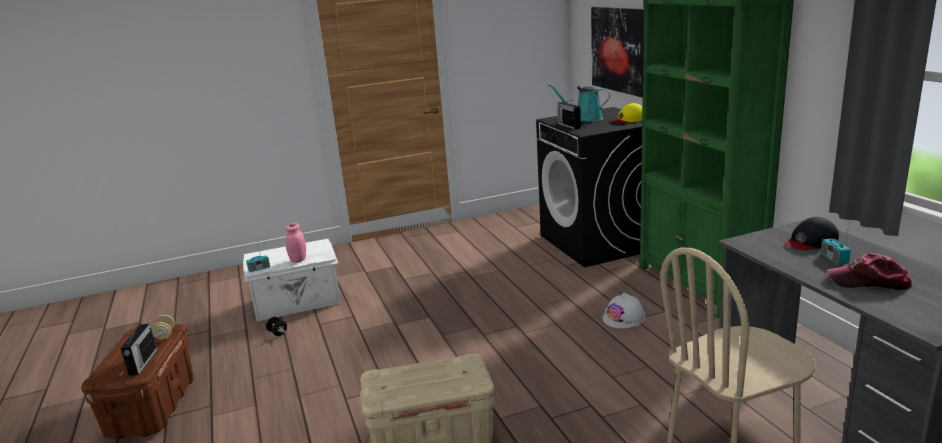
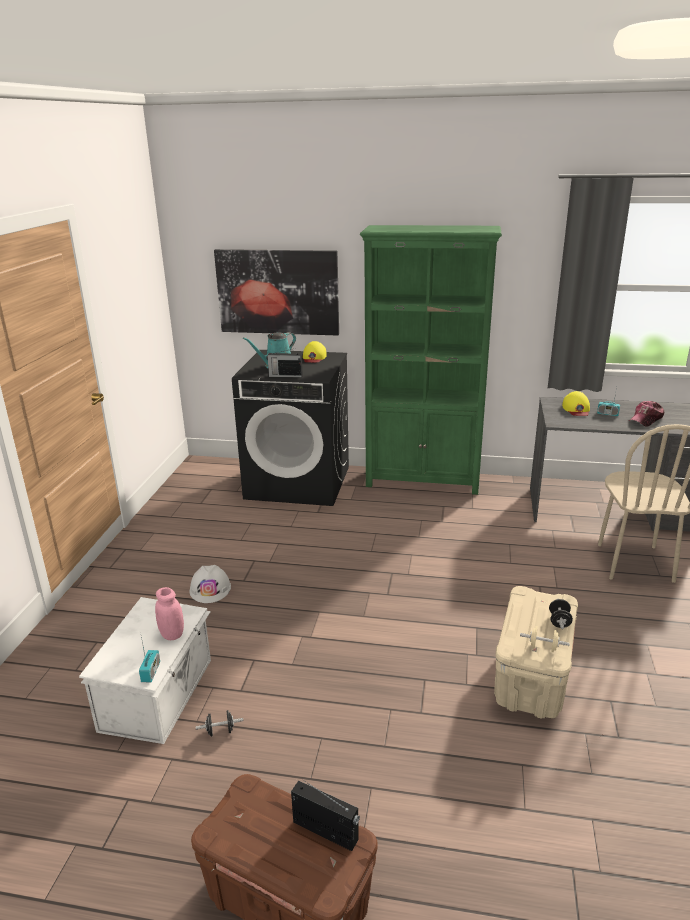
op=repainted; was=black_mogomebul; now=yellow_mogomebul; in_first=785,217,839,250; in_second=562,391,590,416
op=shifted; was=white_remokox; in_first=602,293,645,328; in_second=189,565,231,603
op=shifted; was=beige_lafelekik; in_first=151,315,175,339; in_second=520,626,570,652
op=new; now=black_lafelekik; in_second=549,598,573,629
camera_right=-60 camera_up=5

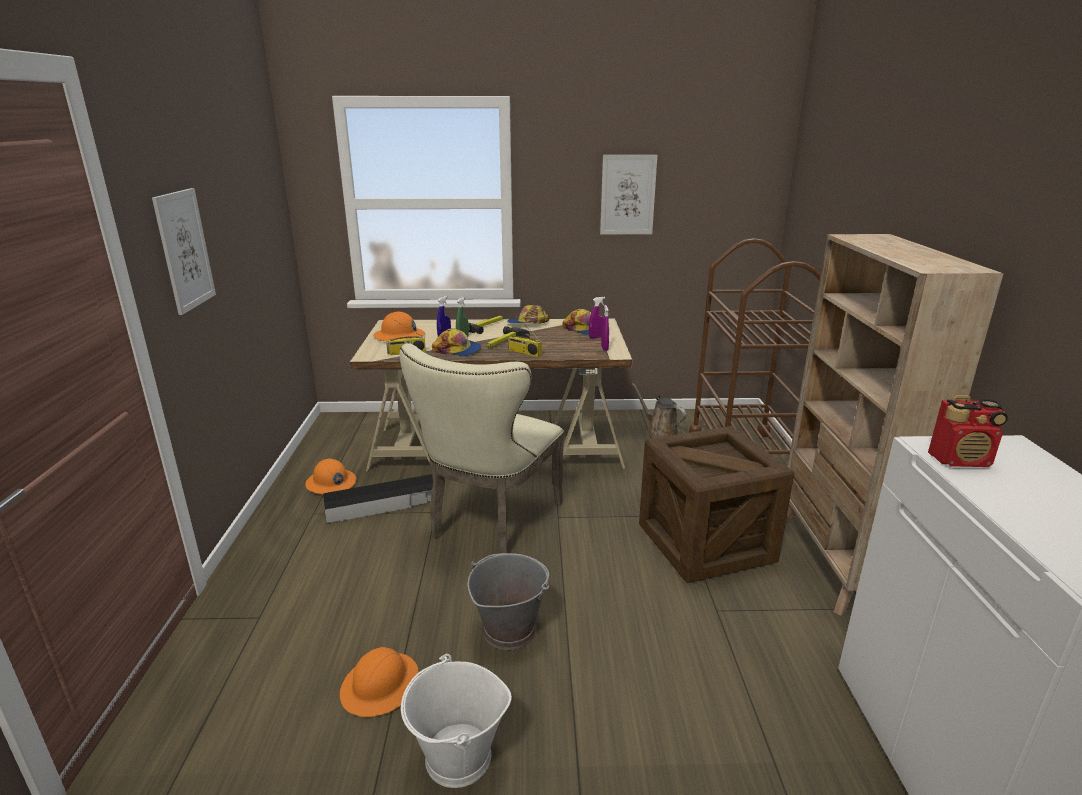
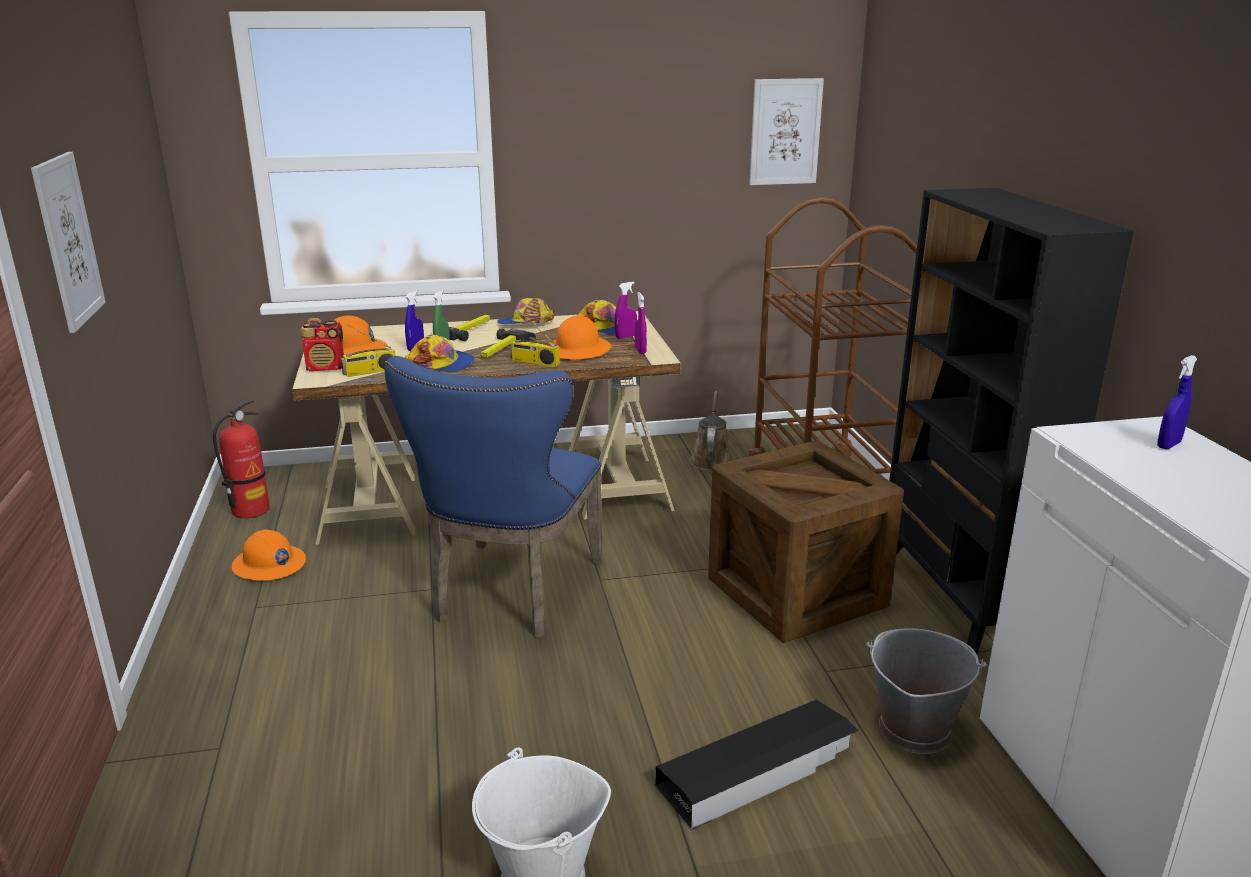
op=shifted; was=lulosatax; in_first=600,155,658,235; in_second=749,78,824,185
op=repainted; was=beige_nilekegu; now=black_nilekegu; in_first=785,234,1004,616; in_second=889,188,1134,654
op=repainted; was=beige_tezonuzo; now=blue_tezonuzo; in_first=400,343,564,554; in_second=385,356,602,638
op=rotated; was=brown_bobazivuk; in_first=632,383,687,438; in_second=690,391,731,471; clockwise=60
op=shifted; was=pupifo; in_first=928,395,1008,467; in_second=300,318,344,371
op=shifted; was=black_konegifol; in_first=323,474,433,524; in_second=655,700,858,830
op=shifted; was=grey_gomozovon; in_first=468,553,549,650; in_second=866,628,987,754
op=shifted; was=orange_remokox; in_first=340,647,419,717; in_second=548,315,611,360
op=new; now=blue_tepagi; in_second=1157,355,1197,449
op=new; now=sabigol; in_second=213,399,270,518
camera_right=-10 camera_up=0

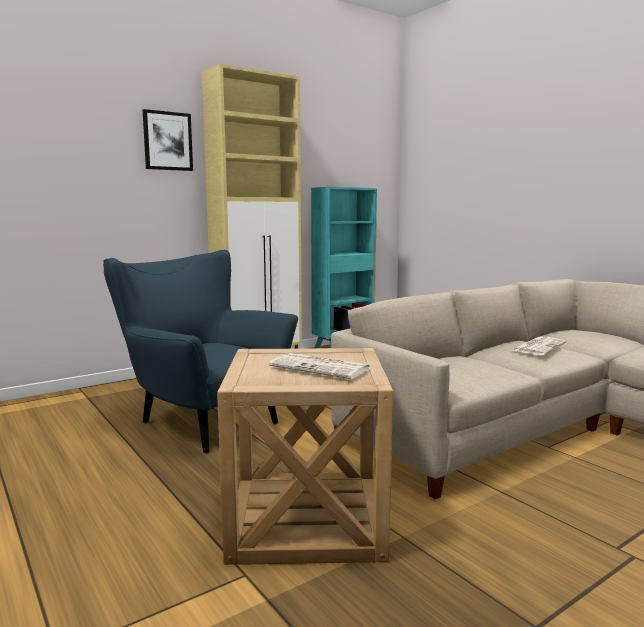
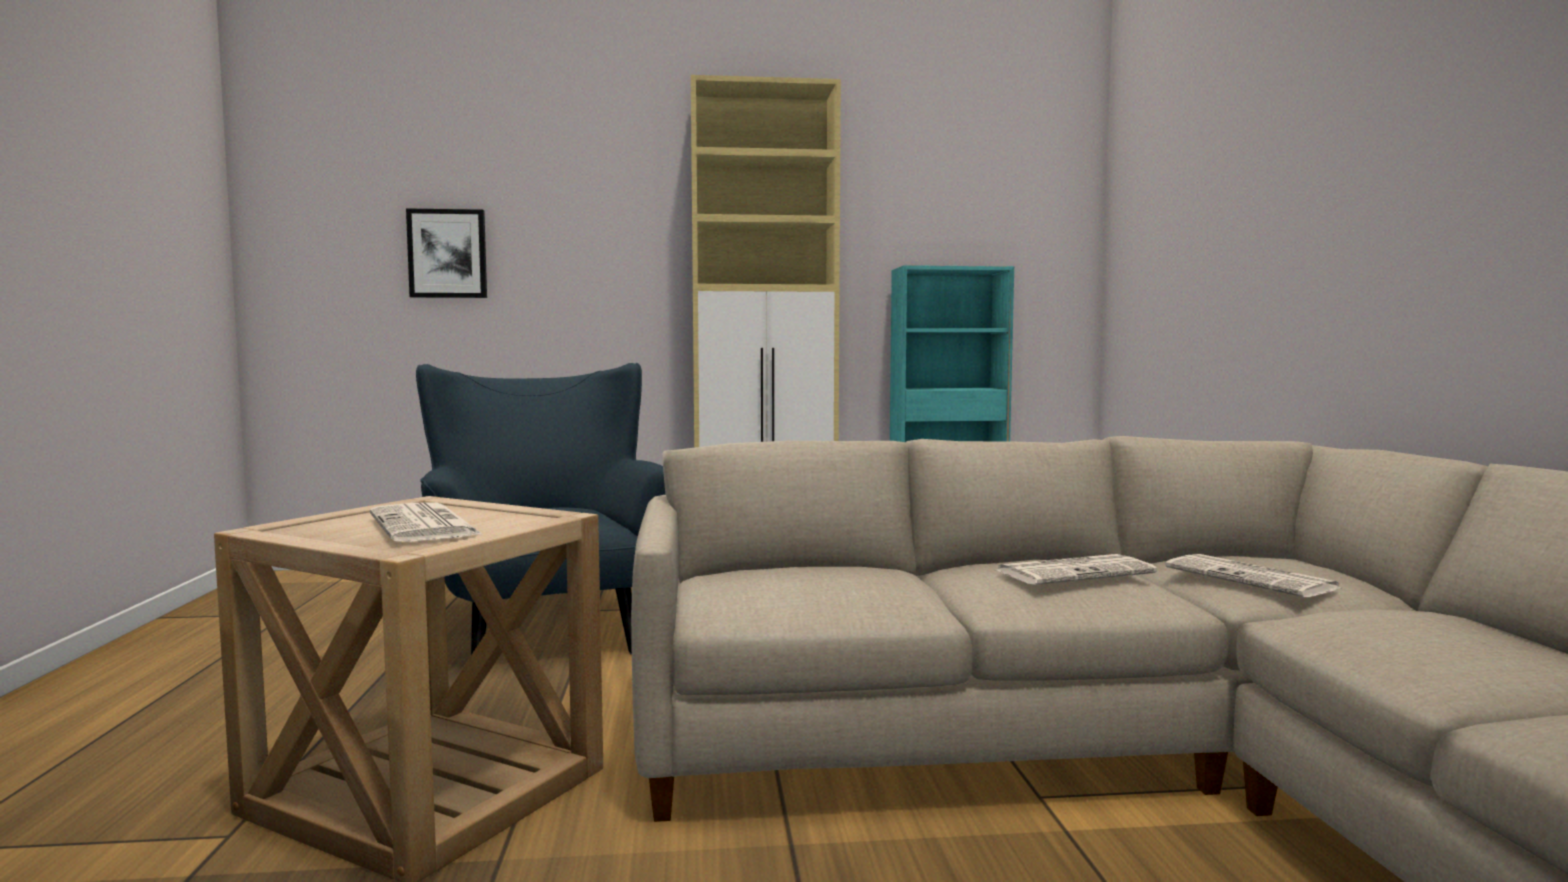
op=shifted; was=lulosatax; in_first=143,109,193,171; in_second=406,208,487,298
op=new; now=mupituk; in_second=1165,554,1340,597
camera_right=30 camera_up=-5

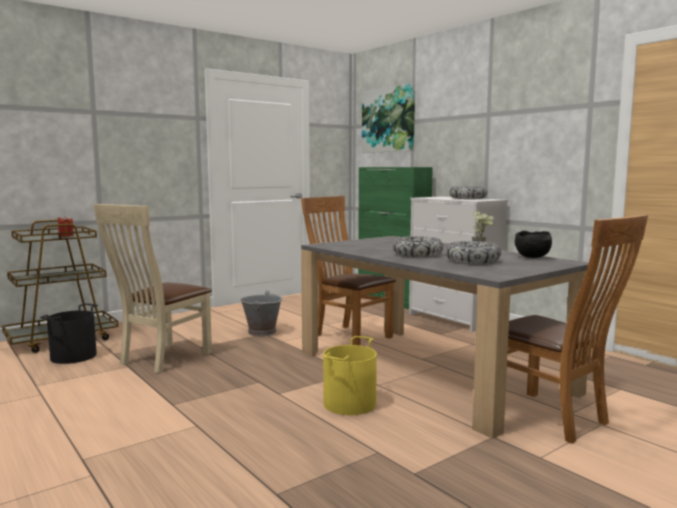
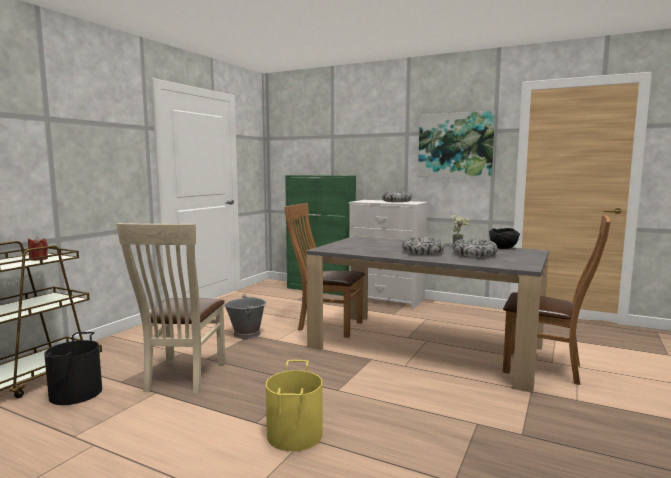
op=shifted; was=lulosatax; in_first=362,83,415,153; in_second=418,111,495,178
op=shifted; was=yellow_gomozovon; in_first=323,336,377,415; in_second=266,360,323,451
camera_right=-25 camera_up=0

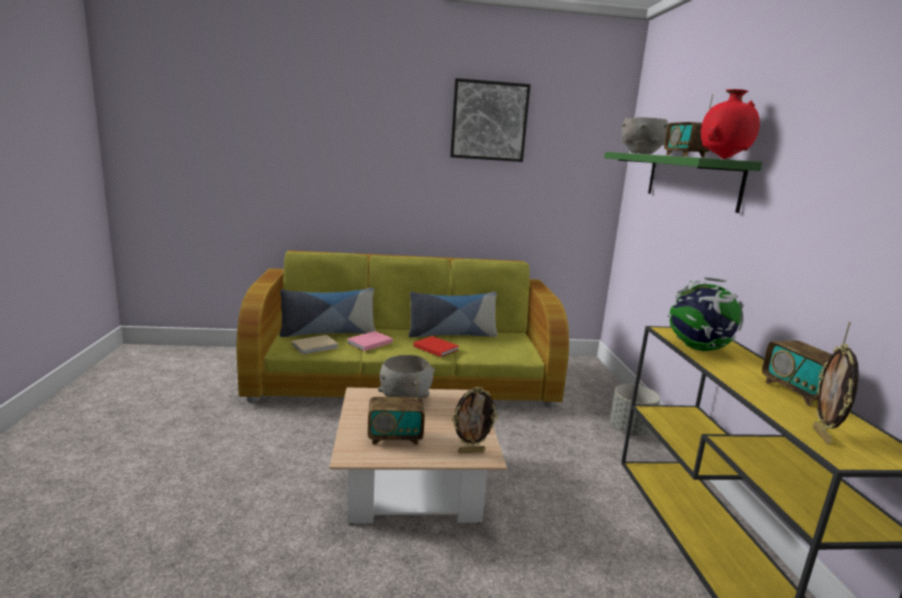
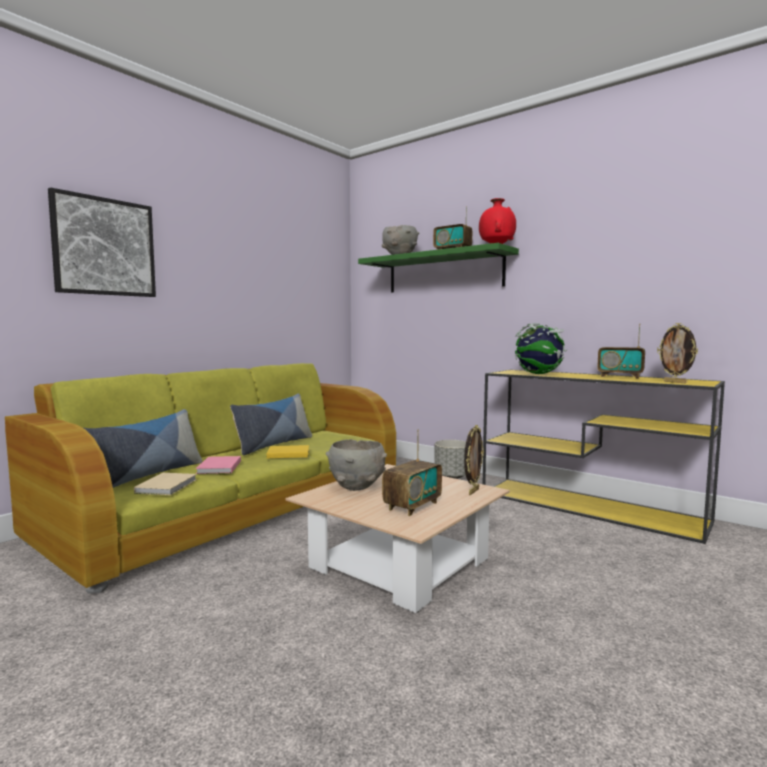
op=shifted; was=lulosatax; in_first=450,78,531,162; in_second=48,187,156,297
op=repainted; was=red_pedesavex; now=yellow_pedesavex; in_first=414,336,459,357; in_second=266,445,309,458
camera_right=-45 camera_up=-10

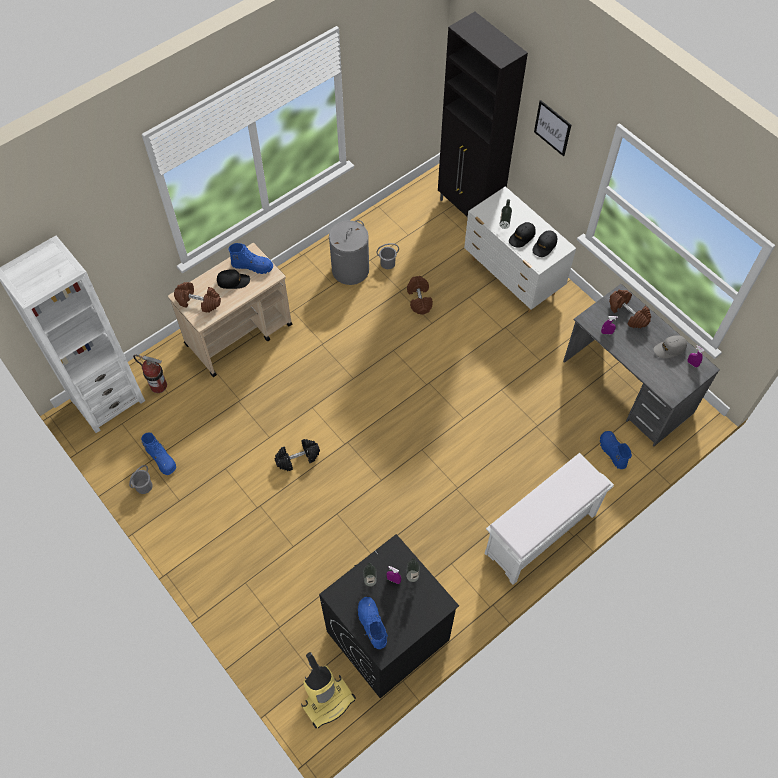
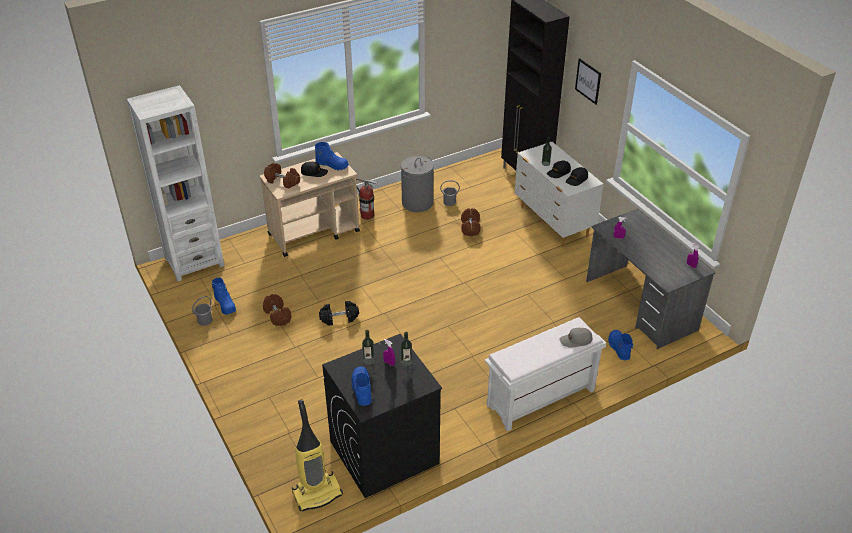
op=shifted; was=brown_lafelekik; in_first=609,290,651,329; in_second=263,294,291,326
op=shifted; was=grey_mogomebul; in_first=653,335,687,359; in_second=560,328,593,348
op=shifted; was=sabigol; in_first=133,354,167,393; in_second=356,179,377,220
camera_right=10 camera_up=-20

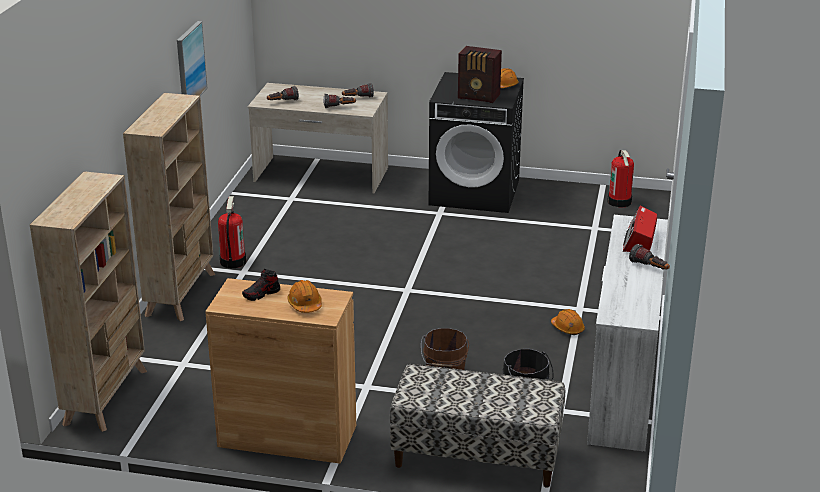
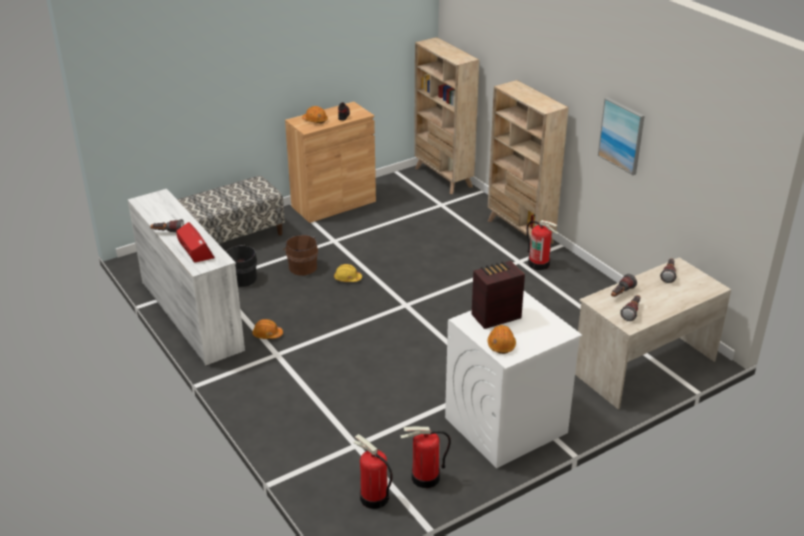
op=repainted; was=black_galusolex; now=white_galusolex; in_first=429,72,524,213; in_second=445,291,582,468
op=new; now=yellow_remokox; in_second=334,264,362,282
op=new; now=sabigol; in_second=400,426,451,488
camera_right=135 camera_up=5

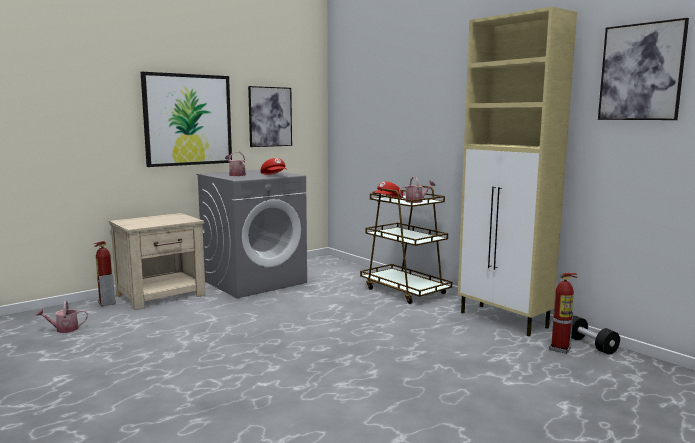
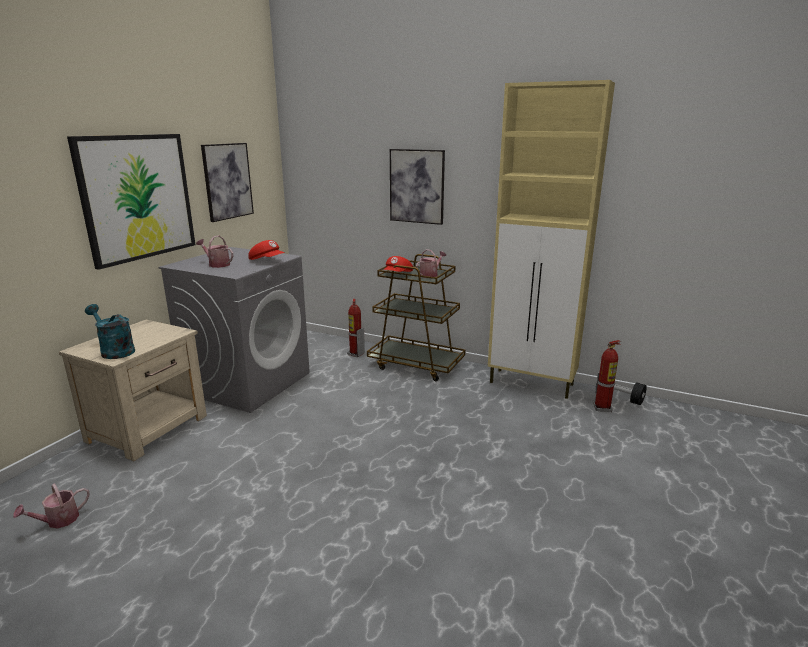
op=shifted; was=lulosatax; in_first=598,18,689,120; in_second=390,149,445,225
op=shifted; was=sabigol; in_first=94,241,116,307; in_second=347,299,365,358
op=new; now=turquoise_bobazivuk; in_second=85,304,135,359
camera_right=-25 camera_up=10

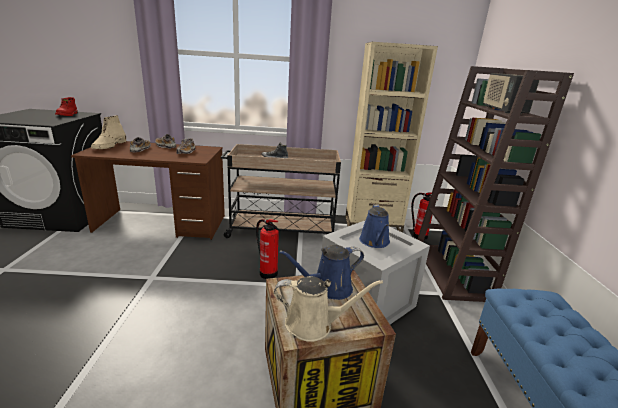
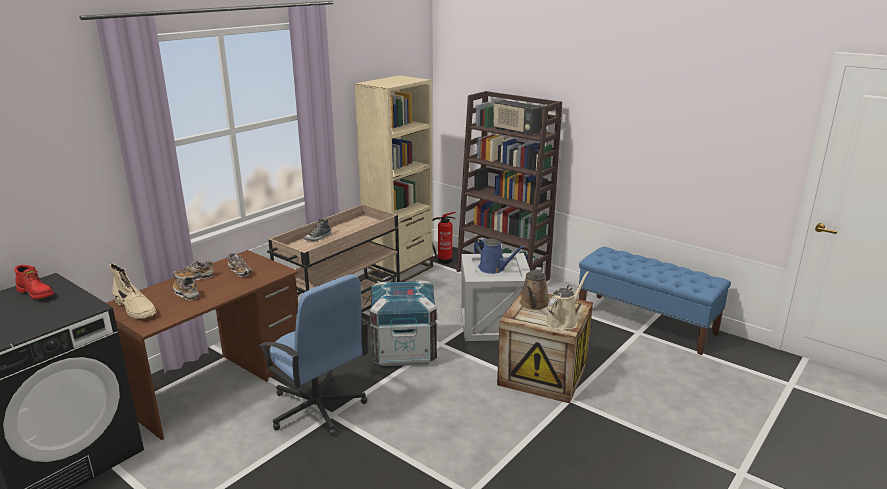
op=swapped; was=sabigol; now=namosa; in_first=256,219,279,279; in_second=370,280,437,366
op=repainted; was=blue_bobazivuk; now=brown_bobazivuk; in_first=279,245,364,300; in_second=520,267,549,310
op=new; now=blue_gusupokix; in_second=258,274,369,436
camera_right=-50 camera_up=0

